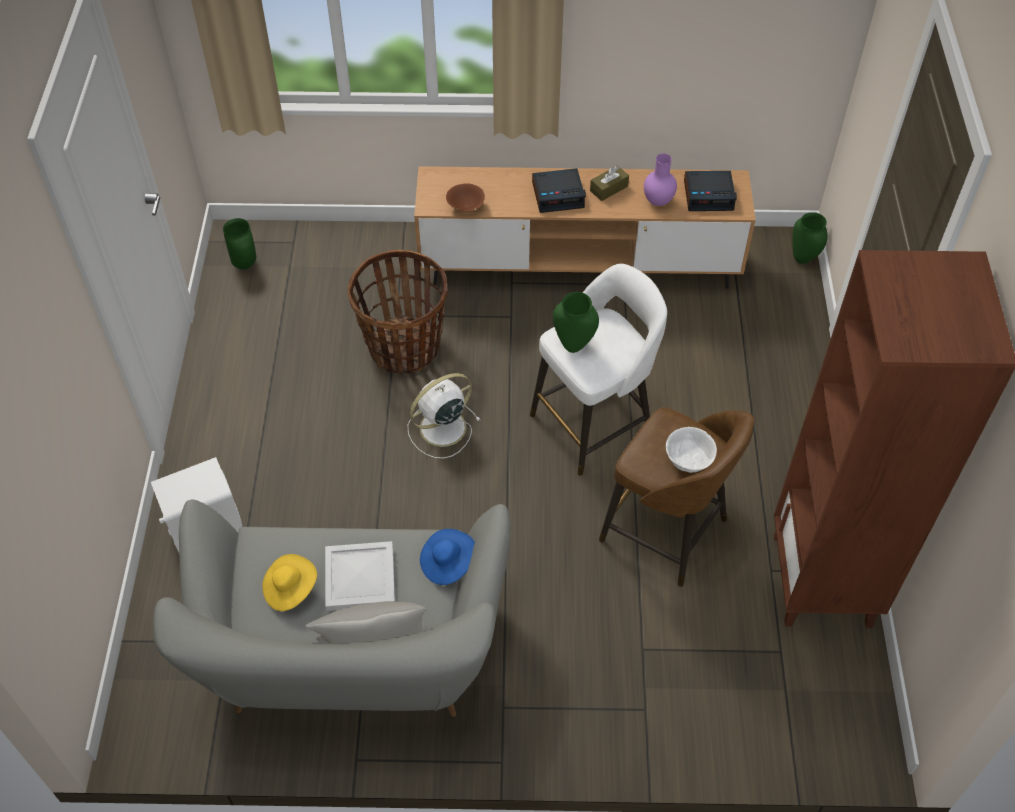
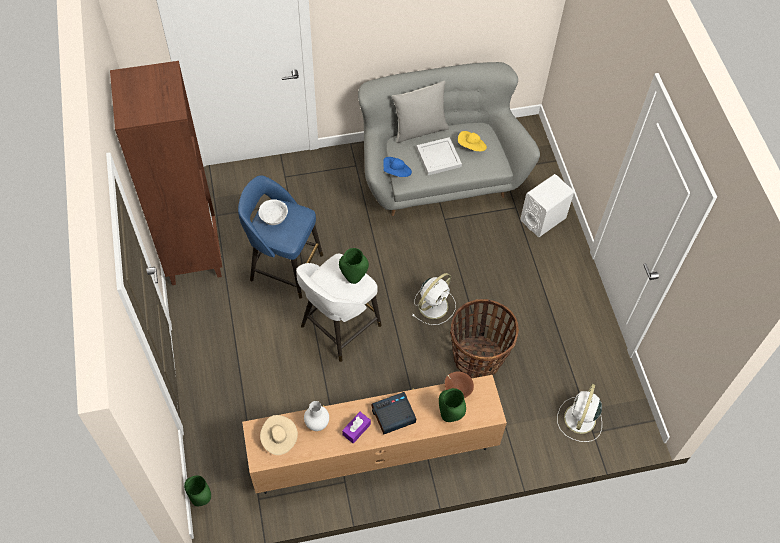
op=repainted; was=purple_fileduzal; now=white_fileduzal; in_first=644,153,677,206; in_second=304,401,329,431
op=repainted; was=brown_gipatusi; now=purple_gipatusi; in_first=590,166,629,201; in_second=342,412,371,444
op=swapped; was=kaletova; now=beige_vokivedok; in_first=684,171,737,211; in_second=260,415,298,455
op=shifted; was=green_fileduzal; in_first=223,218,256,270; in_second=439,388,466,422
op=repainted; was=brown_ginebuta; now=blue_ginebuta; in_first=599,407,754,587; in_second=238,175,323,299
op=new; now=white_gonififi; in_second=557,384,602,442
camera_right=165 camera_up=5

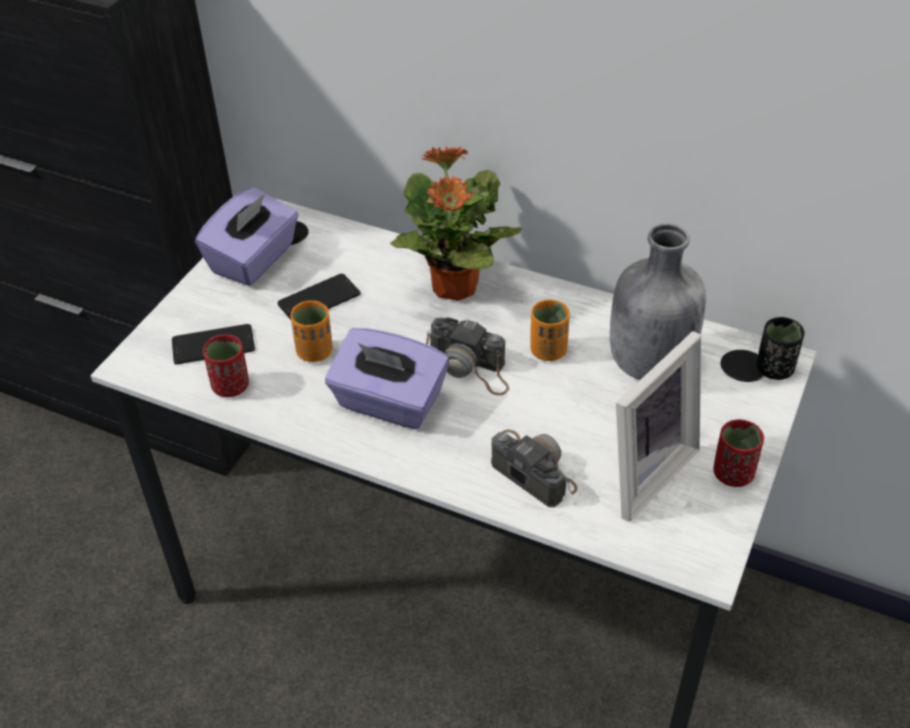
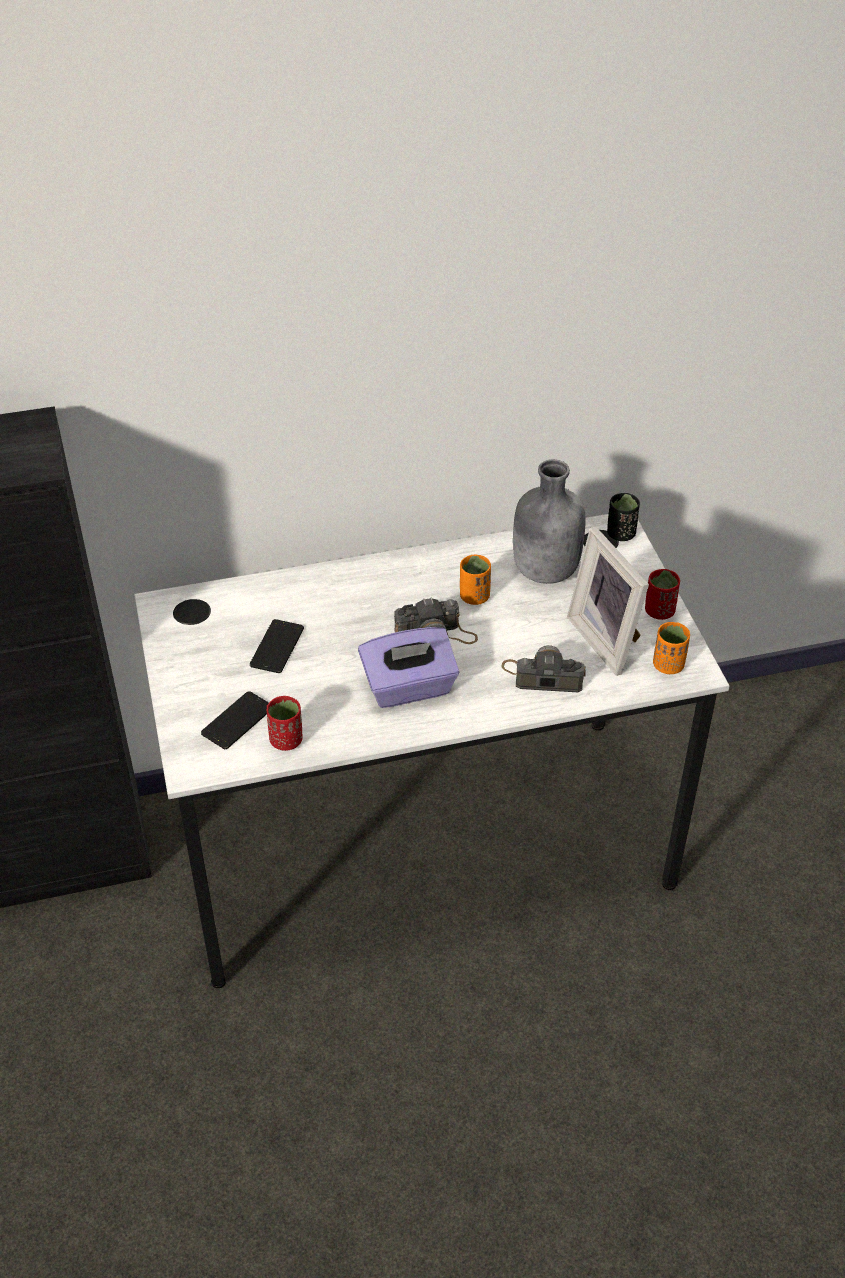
op=gone; was=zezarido; in_first=391,146,521,301
op=gone; was=purple_gipatusi; in_first=195,187,299,286
op=shifted; was=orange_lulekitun; in_first=291,301,333,362; in_second=653,622,690,674
op=rotated; was=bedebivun; in_first=616,331,701,522; in_second=567,526,649,676; clockwise=150
camera_right=-40 camera_up=0

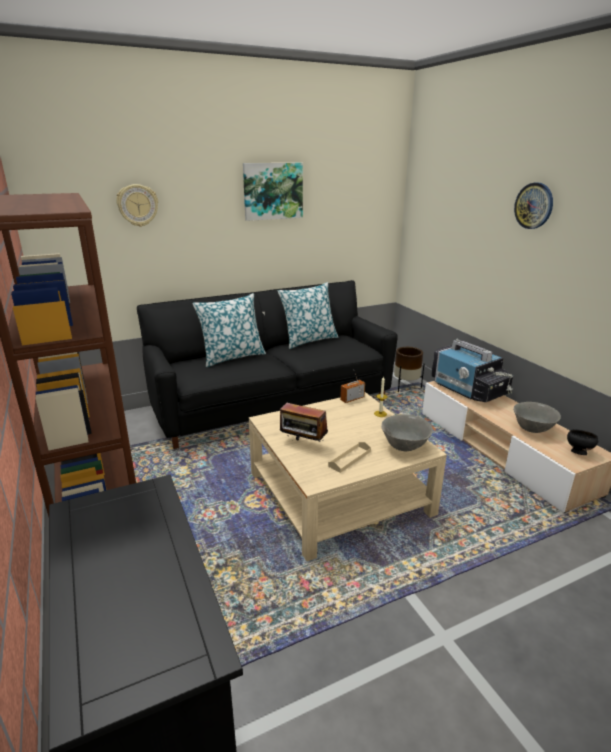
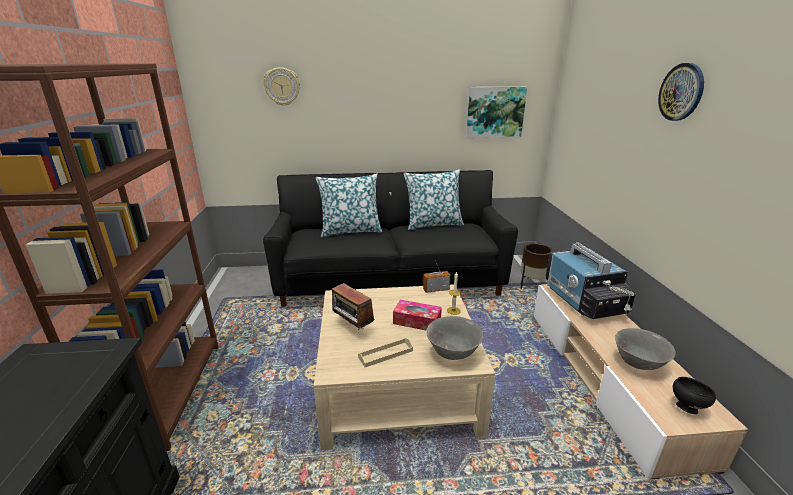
op=shifted; was=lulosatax; in_first=243,163,303,221; in_second=466,87,527,138
op=new; now=gipatusi; in_second=393,300,442,331
camera_right=20 camera_up=0

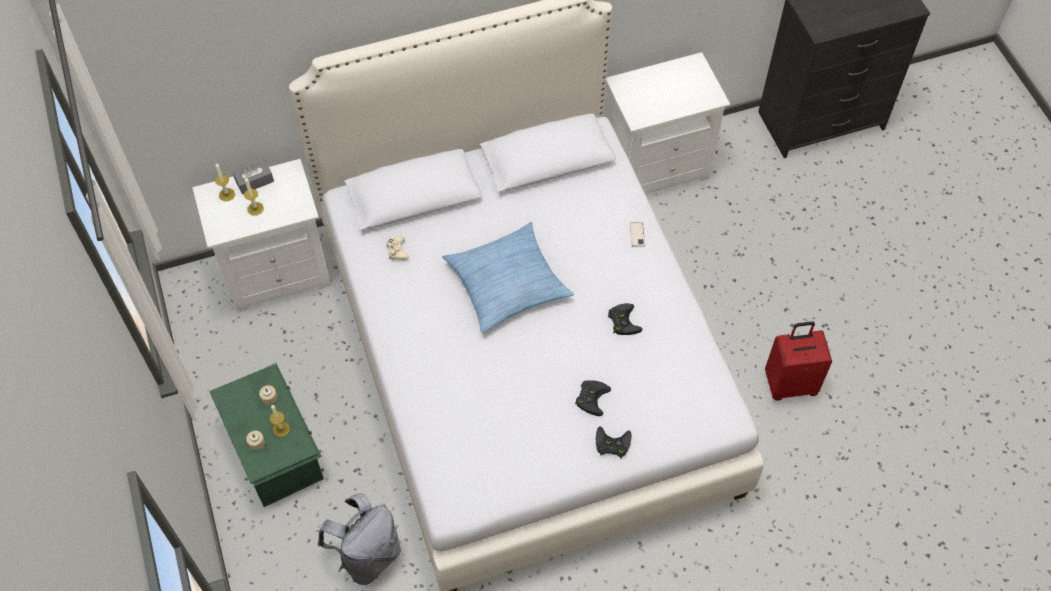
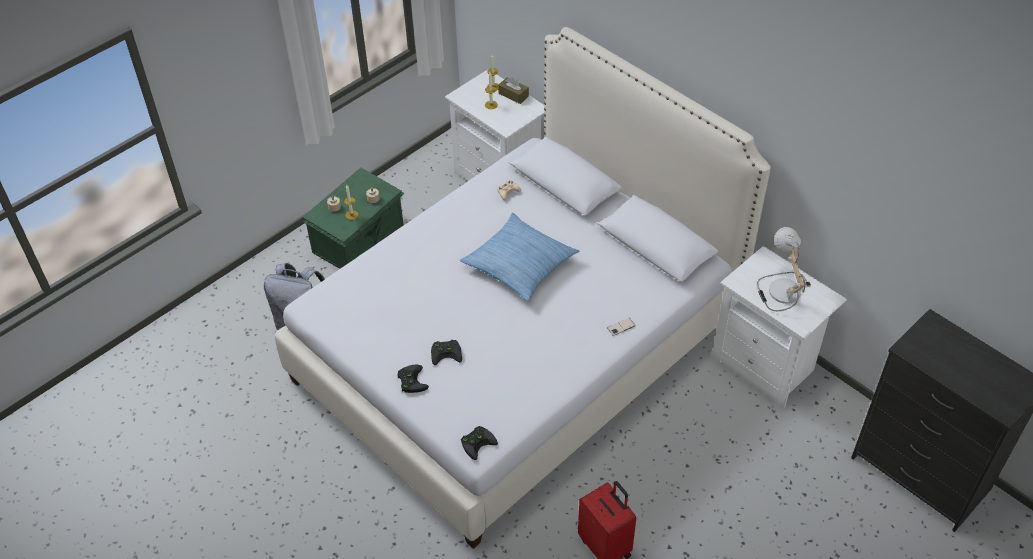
op=repainted; was=grey_gipatusi; now=brown_gipatusi; in_first=233,160,274,194; in_second=498,77,529,104
op=shifted; was=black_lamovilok; in_first=608,303,642,335; in_second=461,426,498,460
op=new; now=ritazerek; in_second=757,227,811,311
camera_right=65 camera_up=-10

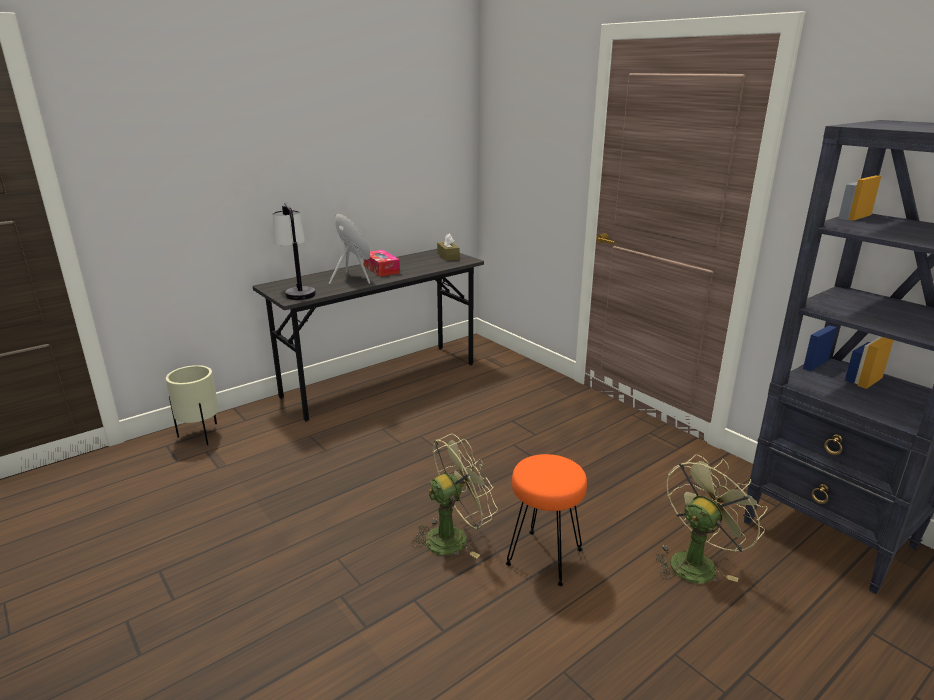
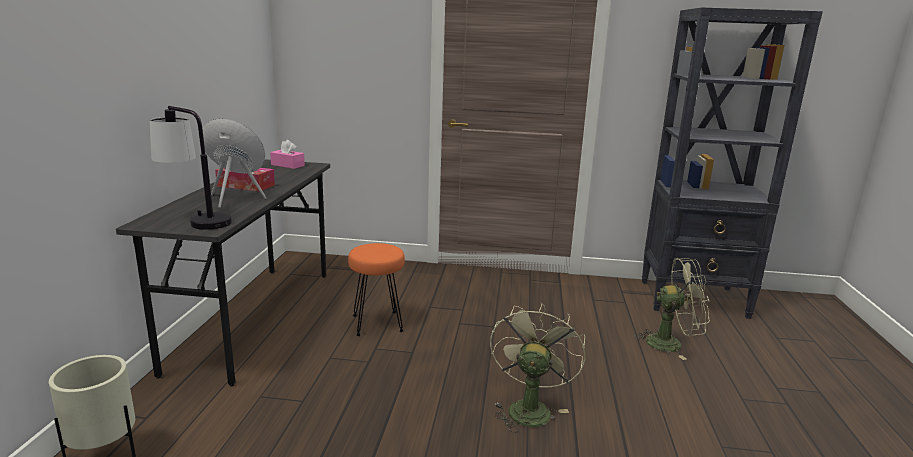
op=repainted; was=brown_gipatusi; now=pink_gipatusi; in_first=437,234,459,261; in_second=270,140,305,169
op=shifted; was=orange_ginebuta; in_first=506,454,587,586; in_second=348,243,405,336
op=rotated; was=green_gonififi; in_first=655,454,768,583; in_second=634,258,710,360; clockwise=90
camera_right=-45 camera_up=-5

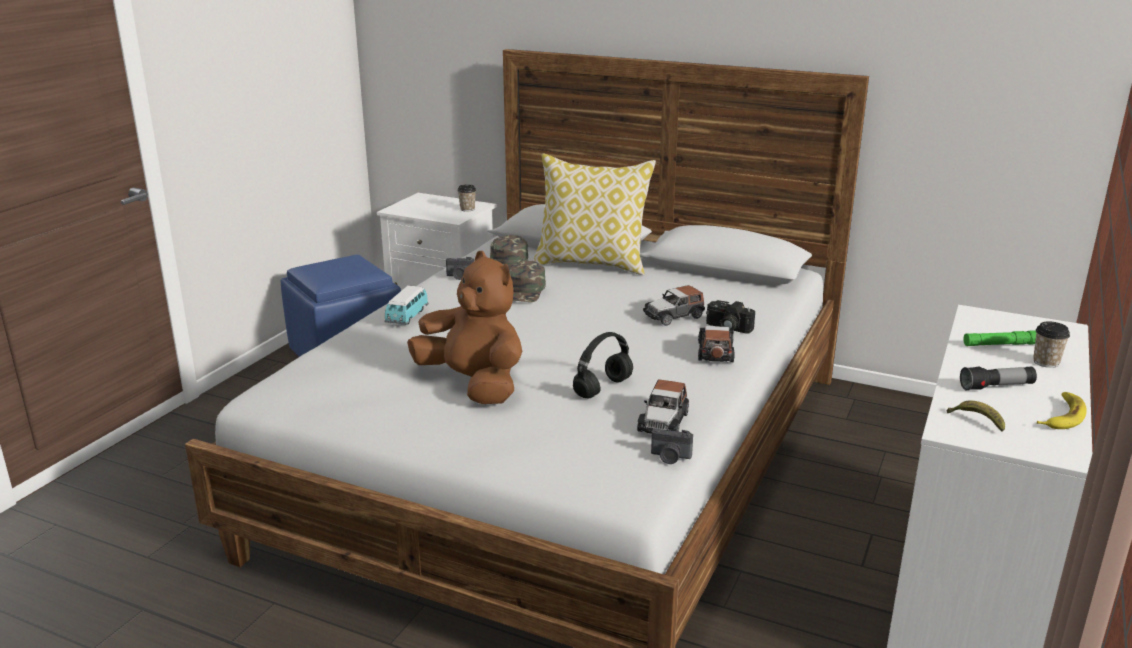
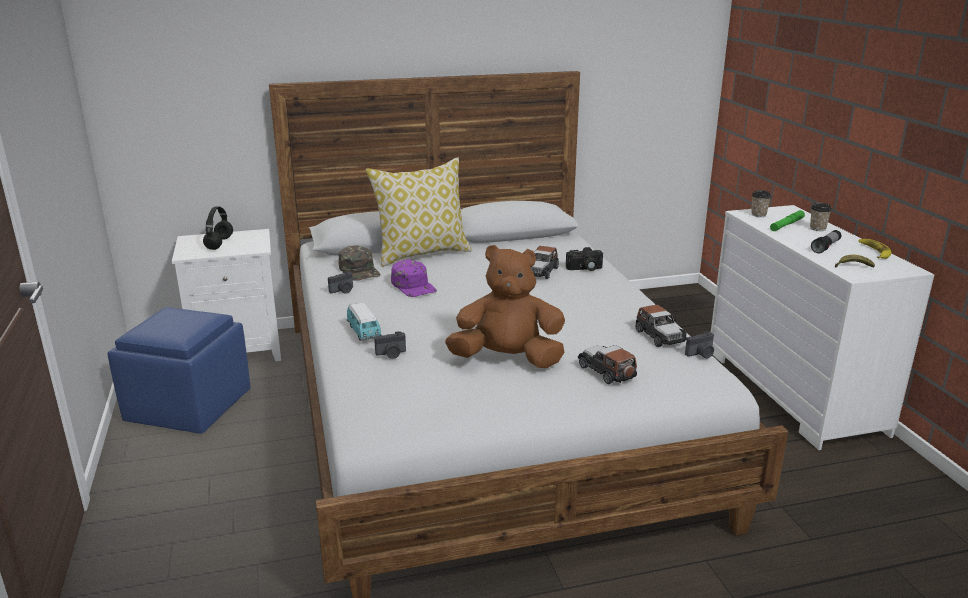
op=shifted; was=lulekitun; in_first=457,184,476,211; in_second=751,190,771,217
op=repainted; was=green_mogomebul; now=purple_mogomebul; in_first=508,260,546,302; in_second=391,259,437,297
op=shifted; was=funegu; in_first=698,326,735,362; in_second=578,345,637,384
op=shifted; was=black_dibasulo; in_first=573,332,633,398; in_second=203,206,233,250
op=new; now=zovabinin; in_second=374,331,406,359
camera_right=-40 camera_up=0

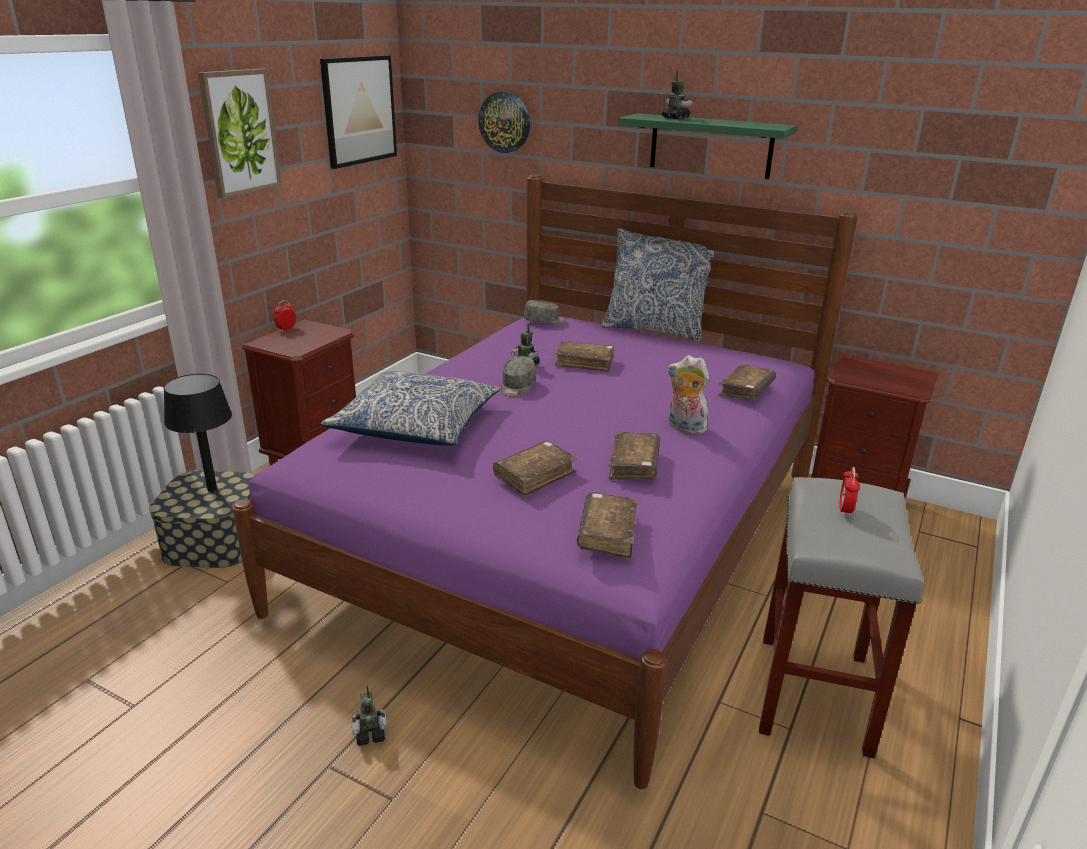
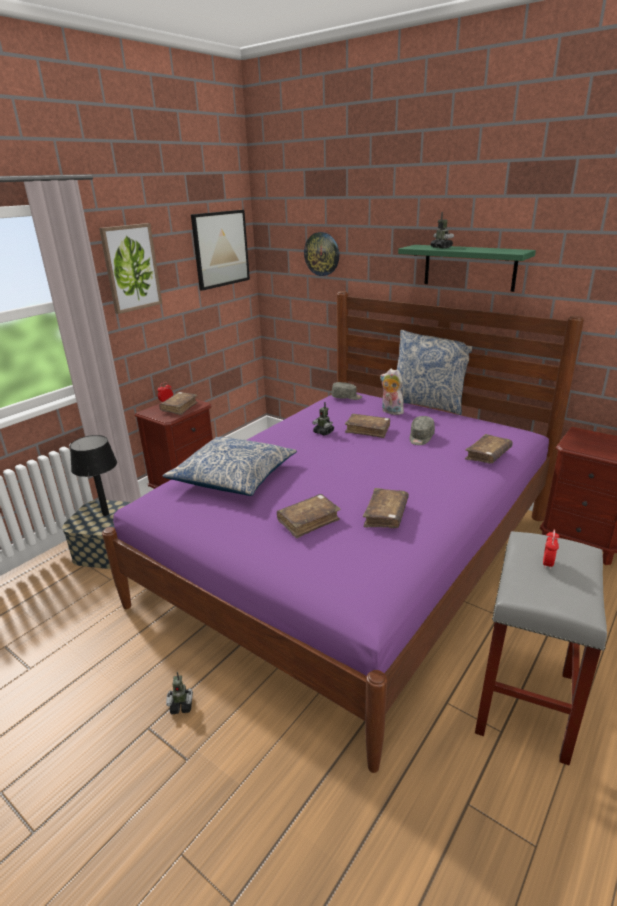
op=shifted; was=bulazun; in_first=667,355,709,434; in_second=380,369,404,415
op=shifted; was=grey_mogomebul; in_first=501,356,536,397; in_second=410,416,435,445
op=shifted; was=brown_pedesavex; in_first=577,492,638,559; in_second=159,392,198,415
camera_right=10 camera_up=0

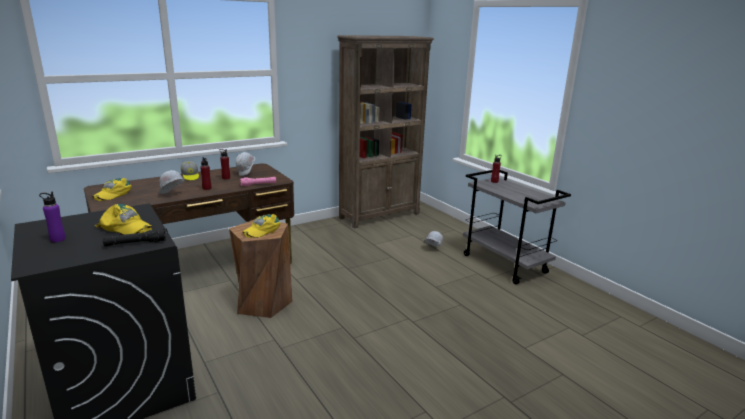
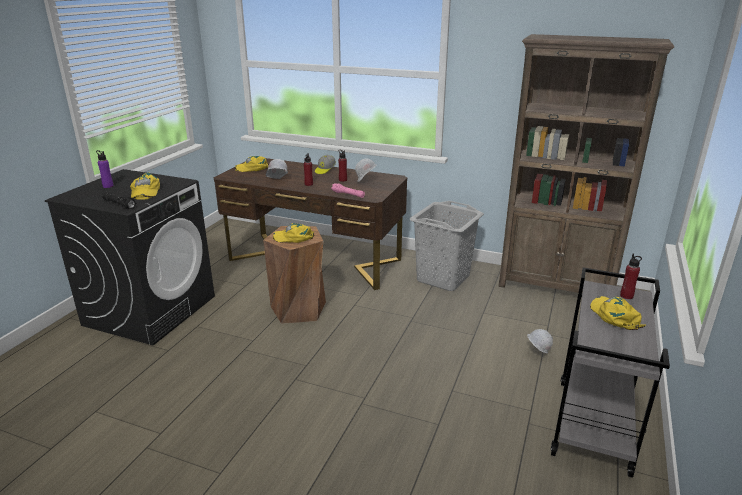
op=new; now=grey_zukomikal; in_second=410,201,484,291
op=new; now=yellow_mogomebul; in_second=590,296,646,330
camera_right=55 camera_up=5

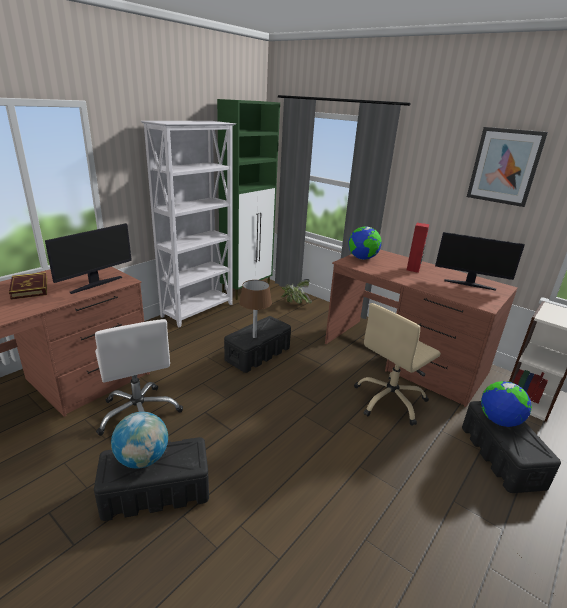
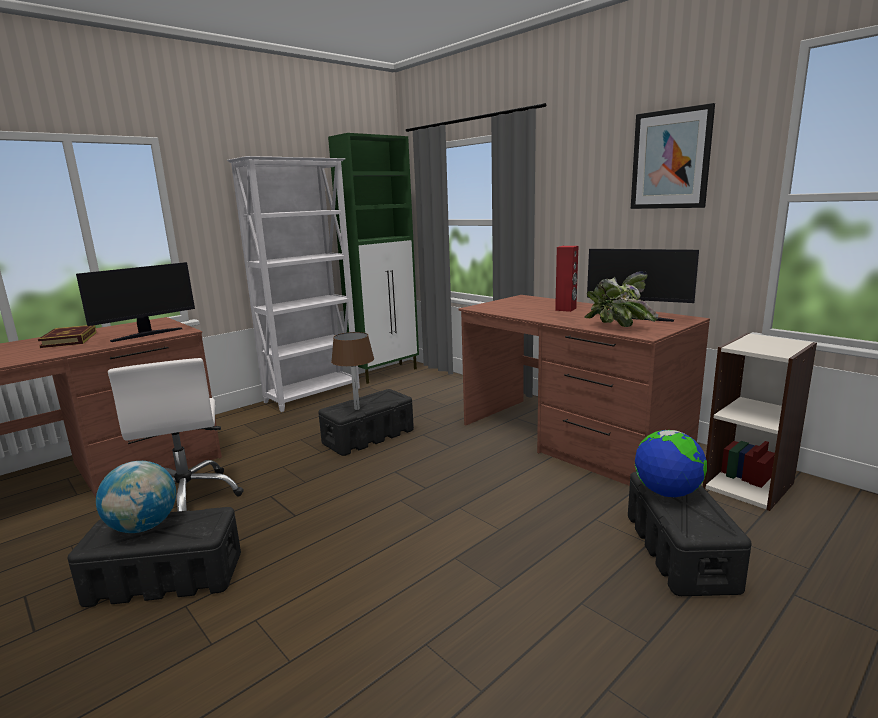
op=gone; was=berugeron; in_first=348,226,382,260
op=shifted; was=zezarido; in_first=281,279,312,304; in_second=584,271,659,327
op=gone; was=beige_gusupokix; in_first=354,303,441,426
camera_right=10 camera_up=-10

